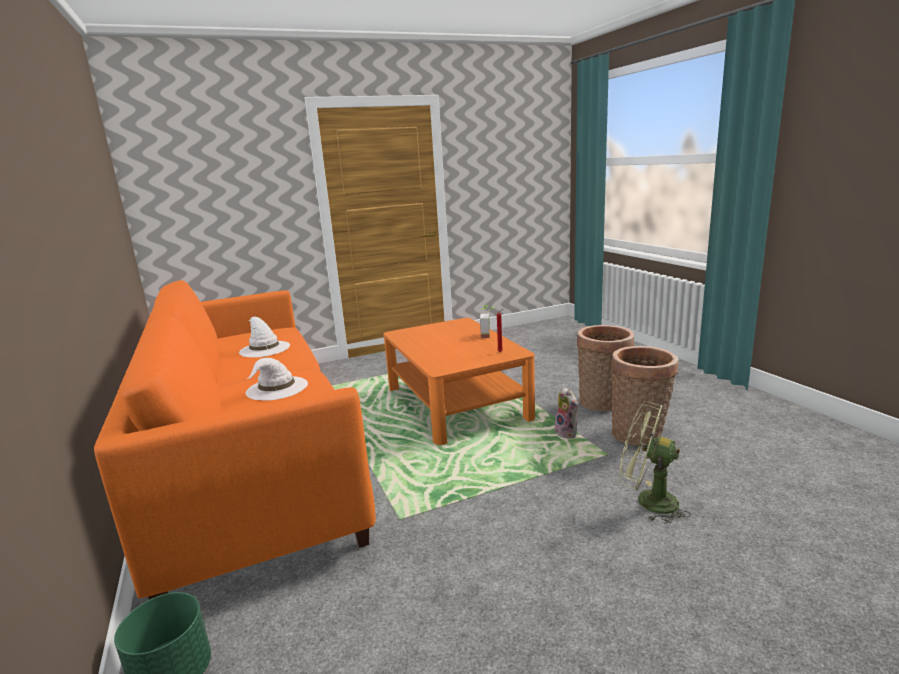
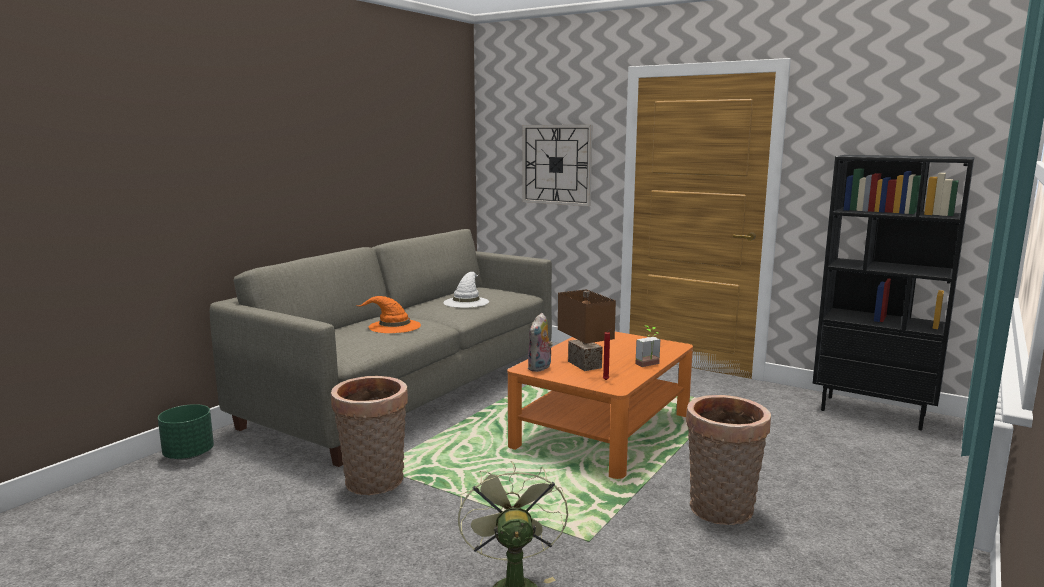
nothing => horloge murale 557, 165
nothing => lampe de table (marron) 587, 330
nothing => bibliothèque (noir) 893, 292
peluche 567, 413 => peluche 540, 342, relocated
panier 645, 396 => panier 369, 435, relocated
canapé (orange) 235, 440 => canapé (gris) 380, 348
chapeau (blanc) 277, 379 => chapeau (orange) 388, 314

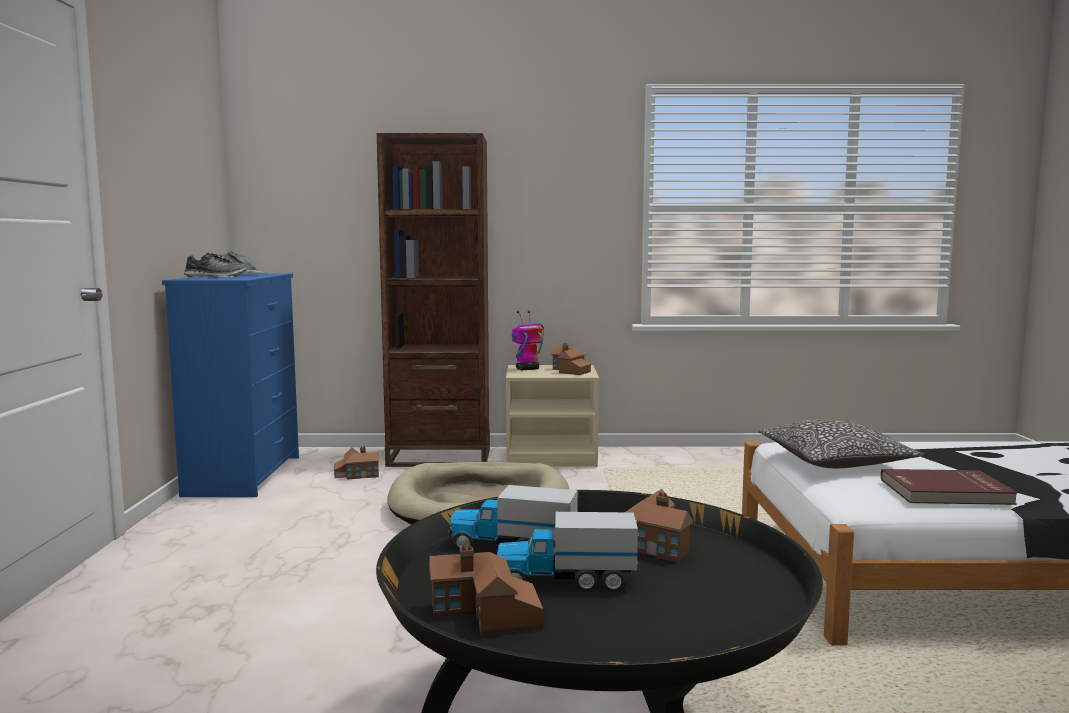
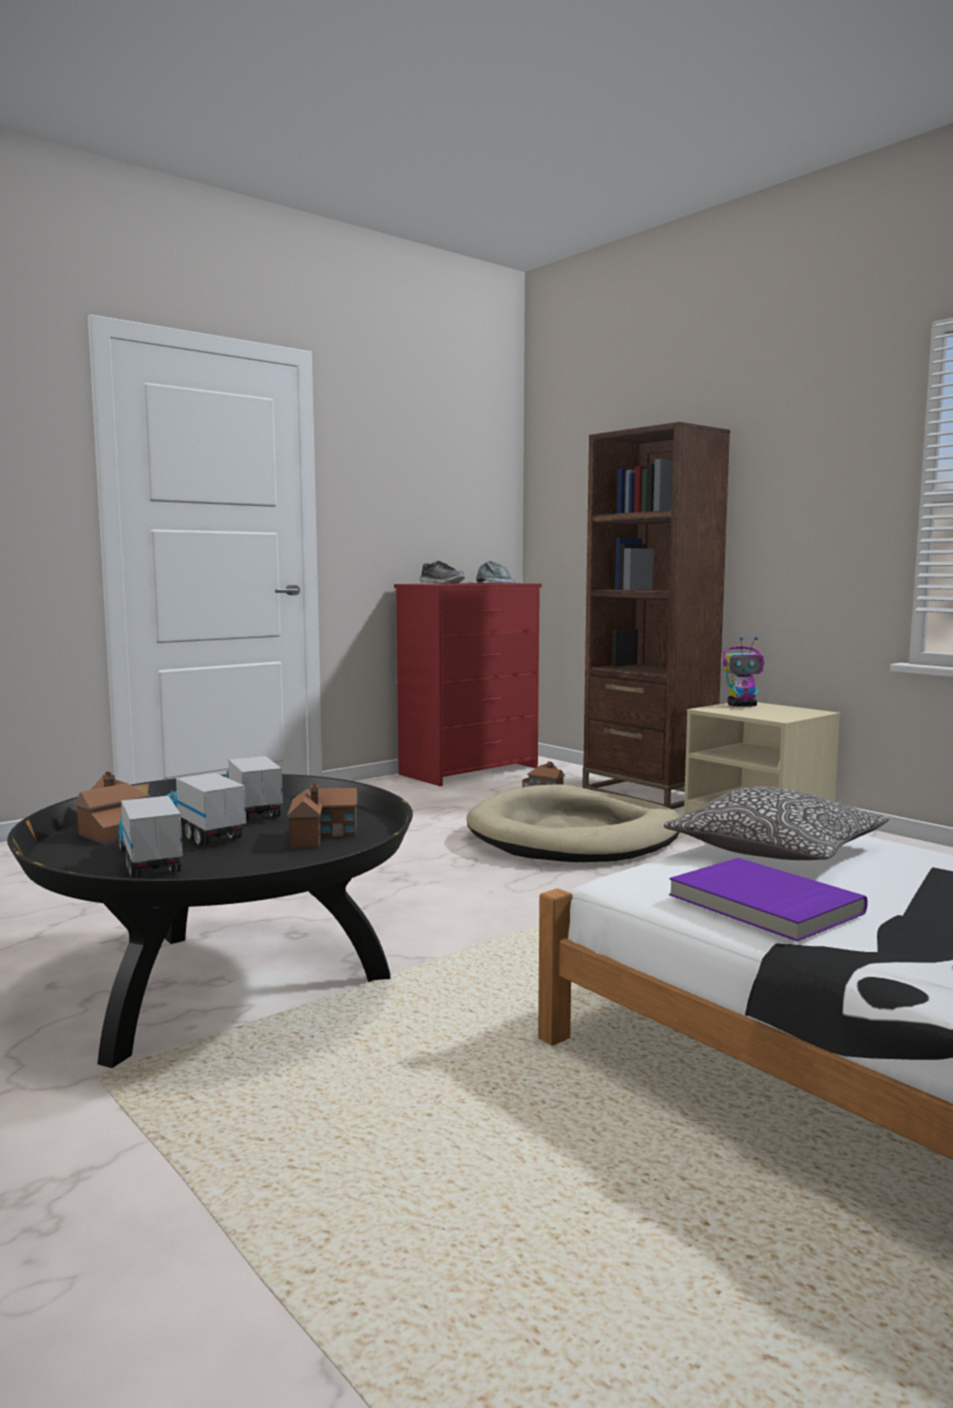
maison miniature 571, 359 => nothing
nothing => camion jouet 150, 837
commode (bleu) 230, 385 => commode (rouge) 468, 684
livre (rouge) 949, 487 => livre (violet) 768, 899
robot jouet 528, 340 => robot jouet 743, 672, 150 degrees clockwise

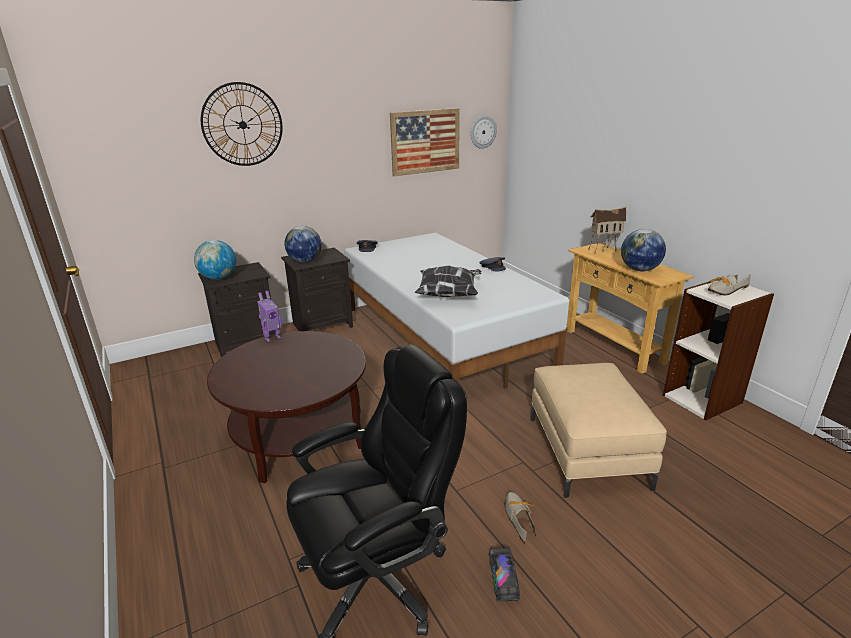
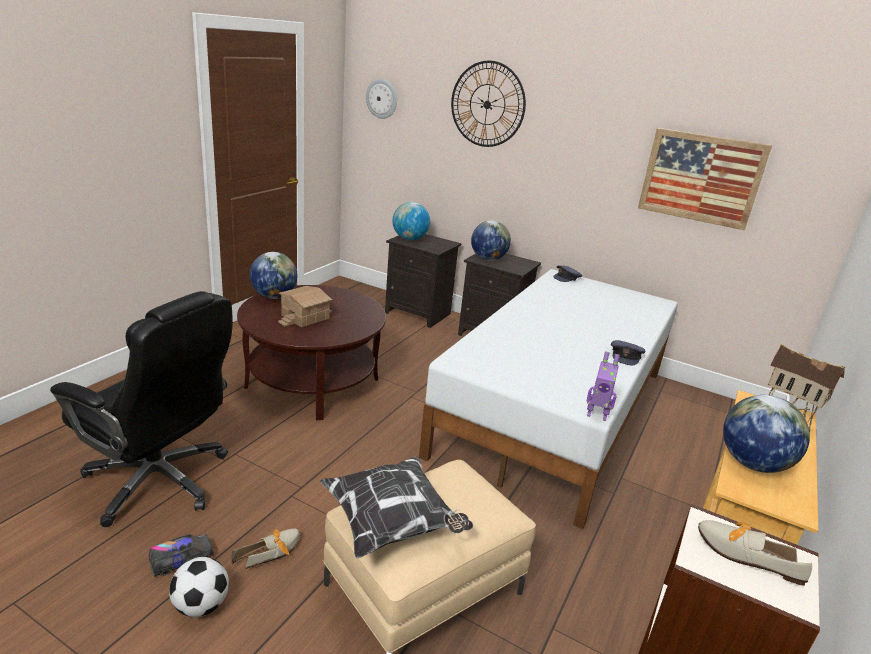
nothing => ballon de foot 199, 587
nothing => globe 273, 275
nothing => maison miniature 305, 306
robot jouet 270, 316 => robot jouet 603, 386, relocated
coussin 448, 281 => coussin 396, 507, relocated
horloge murale 483, 132 => horloge murale 381, 99, relocated

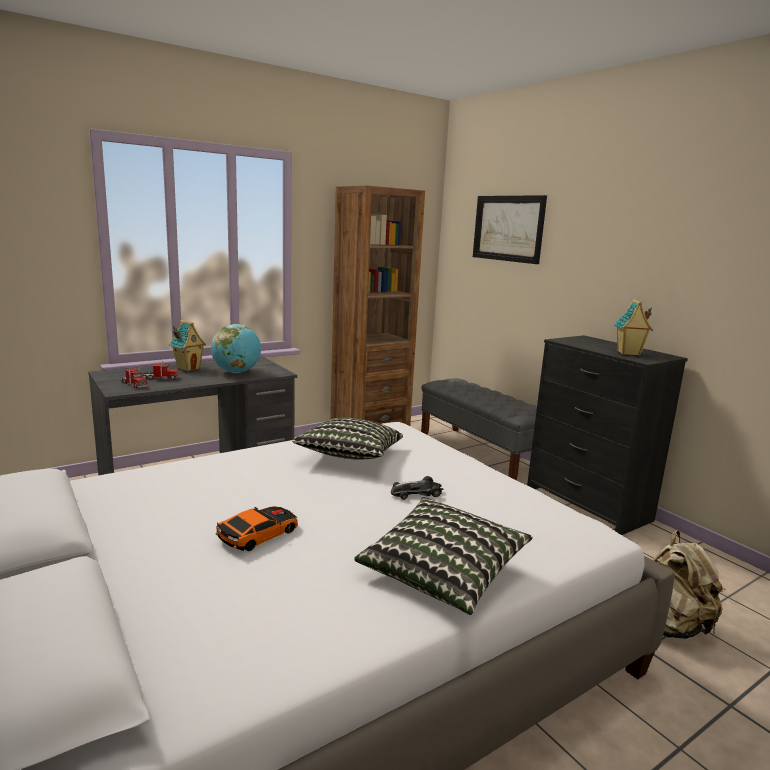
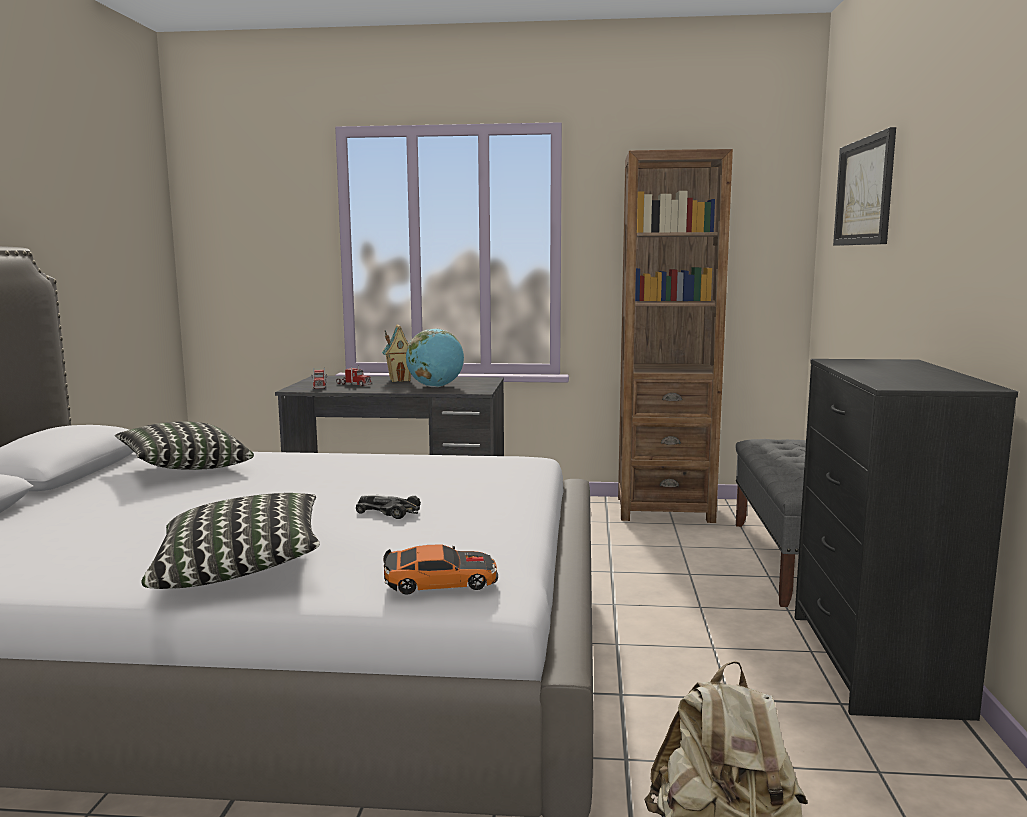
maison miniature 633, 327 => nothing
petite voiture 257, 528 => petite voiture 440, 569, relocated
coussin 347, 438 => coussin 184, 445, relocated

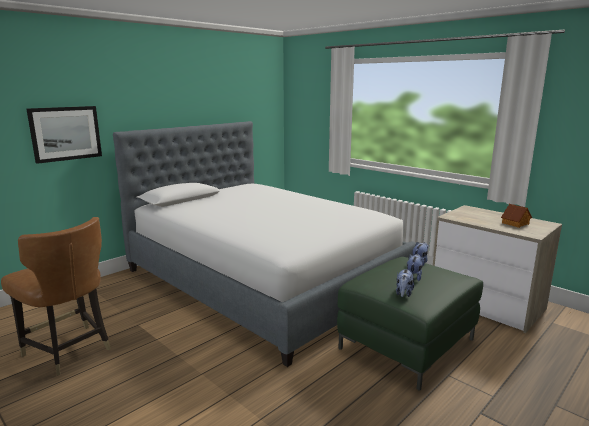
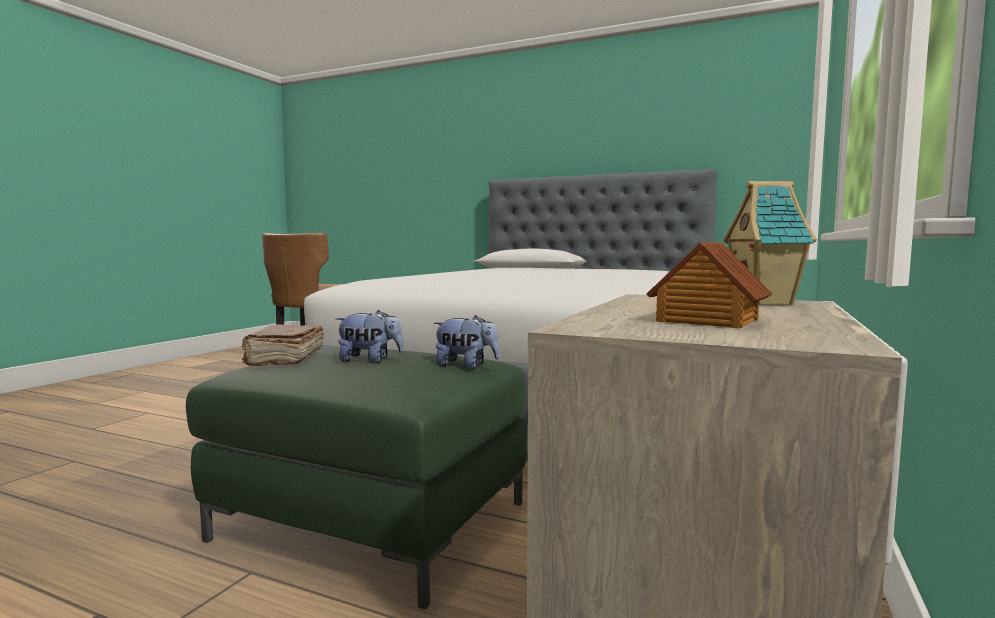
tableau 64, 135 => nothing
nothing => maison miniature 770, 243
peluche 405, 282 => livre (marron) 283, 345

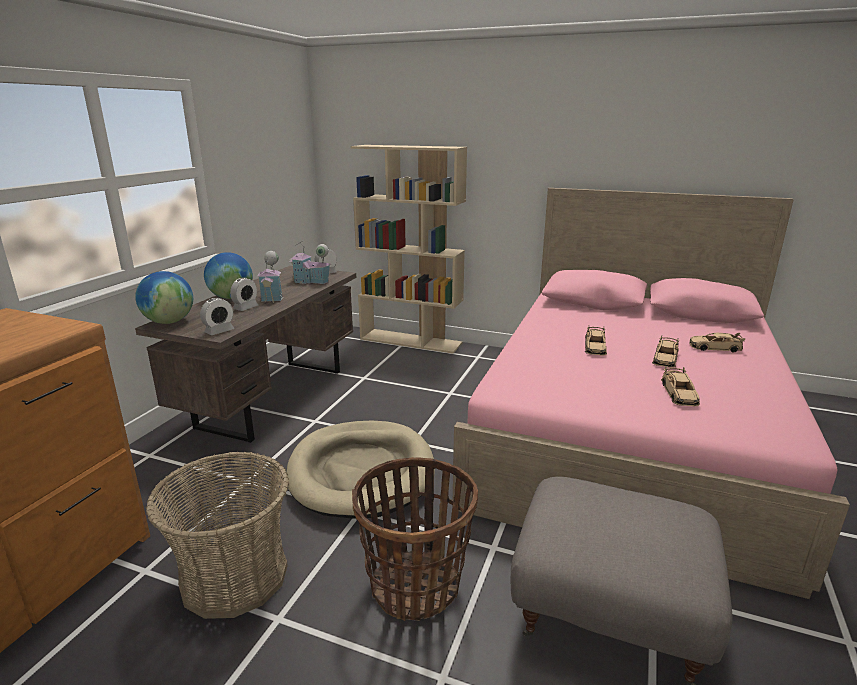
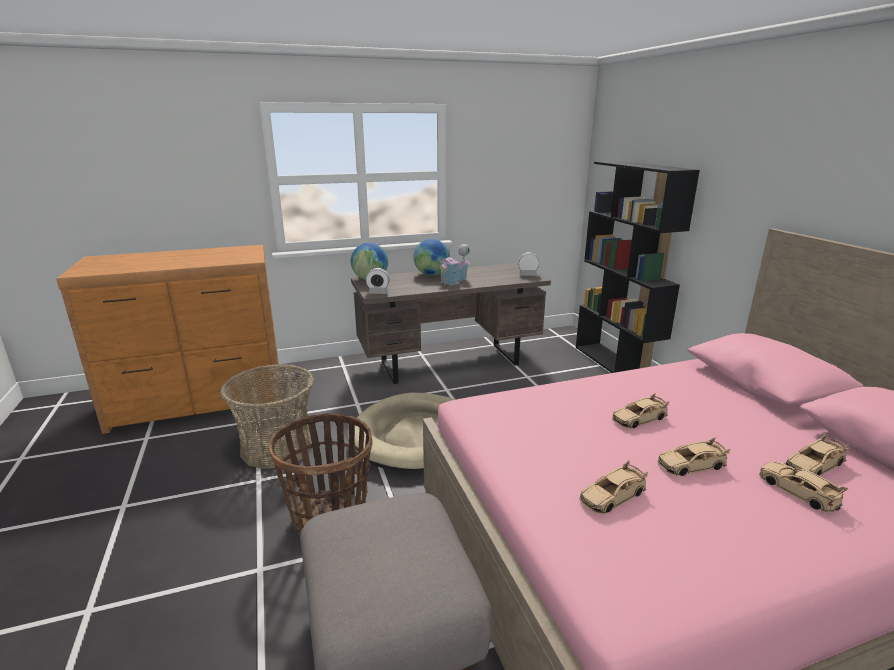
réveil 244, 294 => nothing
maison miniature 310, 262 => nothing
nothing => petite voiture (beige) 817, 455
bibliothèque (beige) 409, 249 => bibliothèque (noir) 638, 267

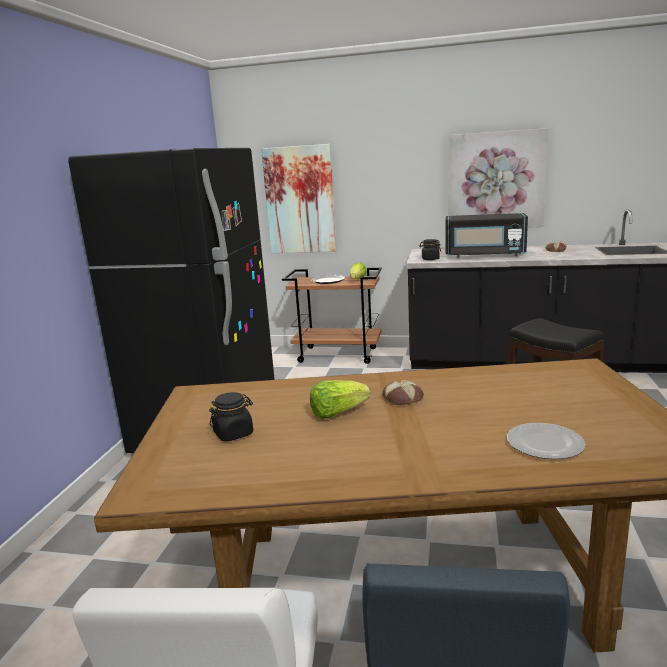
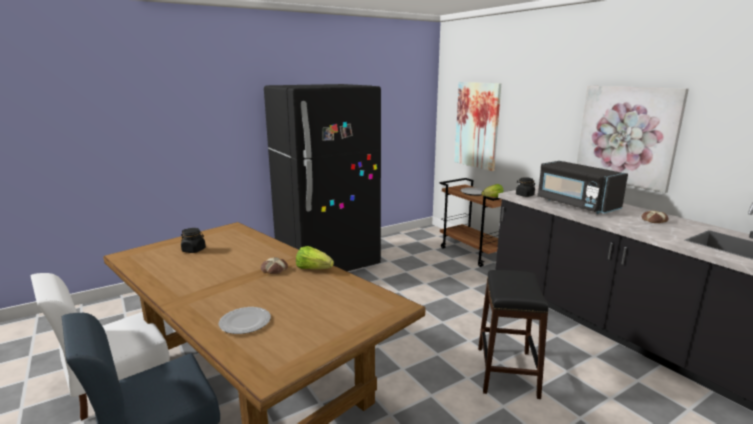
laitue 340, 399 => laitue 315, 257, relocated

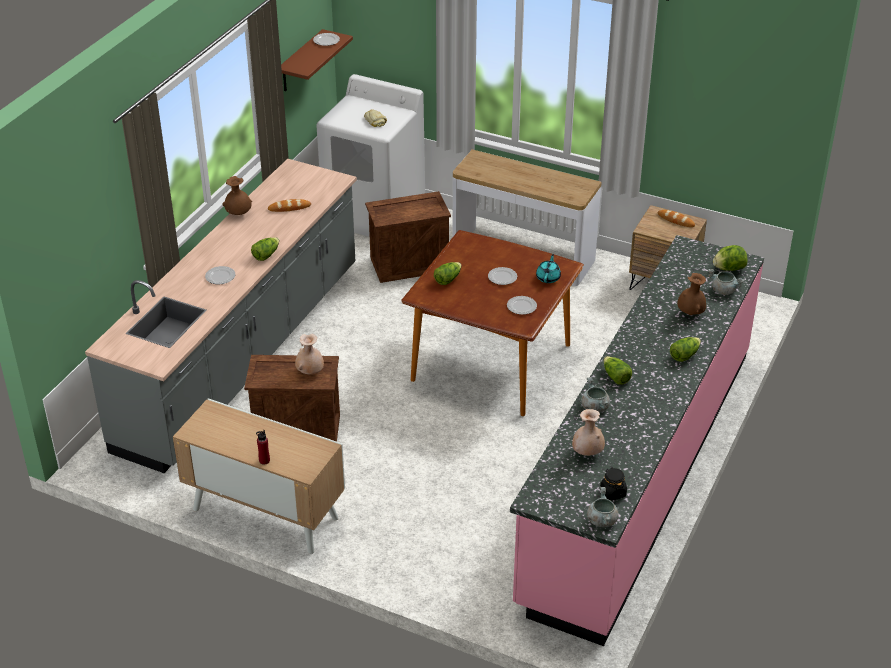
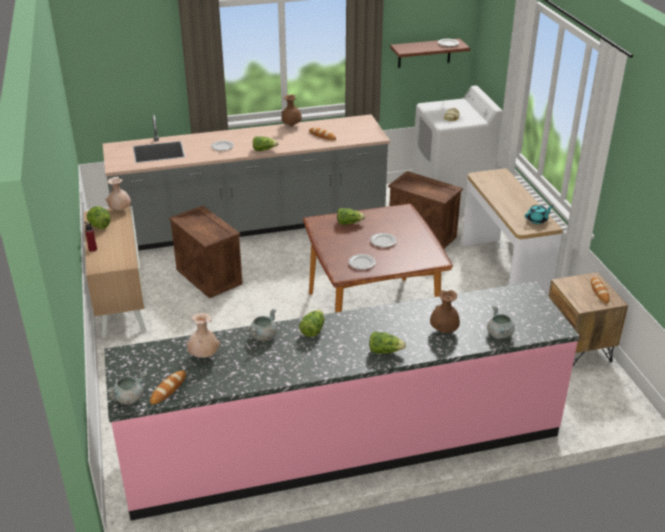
vase (beige) 309, 354 => vase (beige) 118, 194, relocated
théière (turquoise) 548, 268 => théière (turquoise) 539, 214, relocated
laitue 730, 258 => laitue 99, 217, relocated
bocal (noir) 613, 484 => pain 168, 387

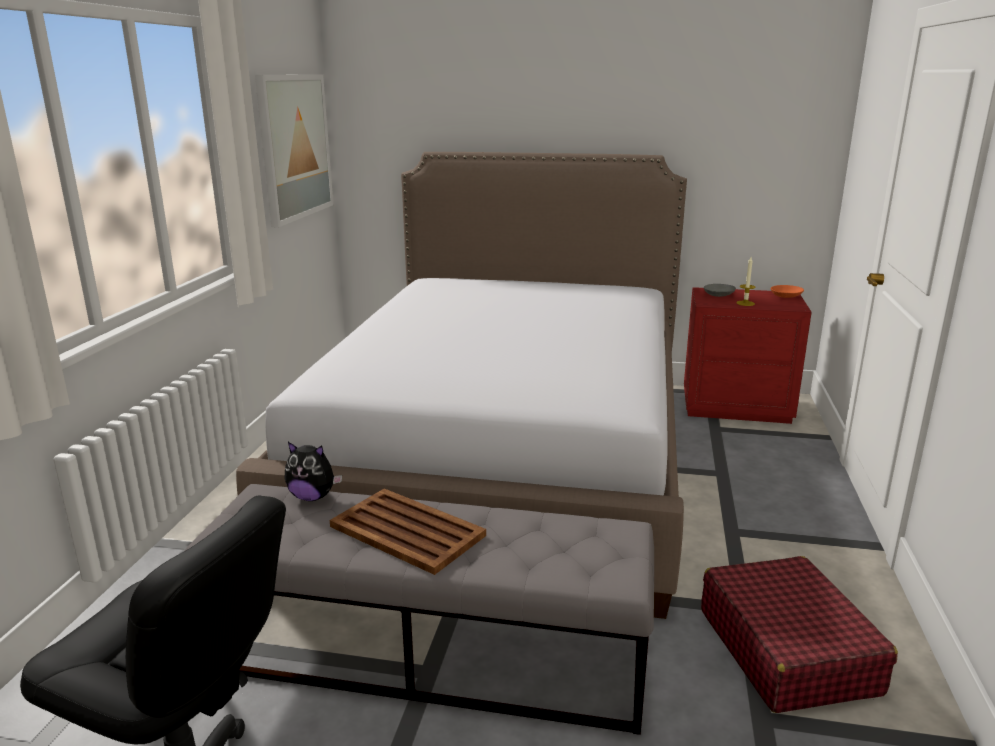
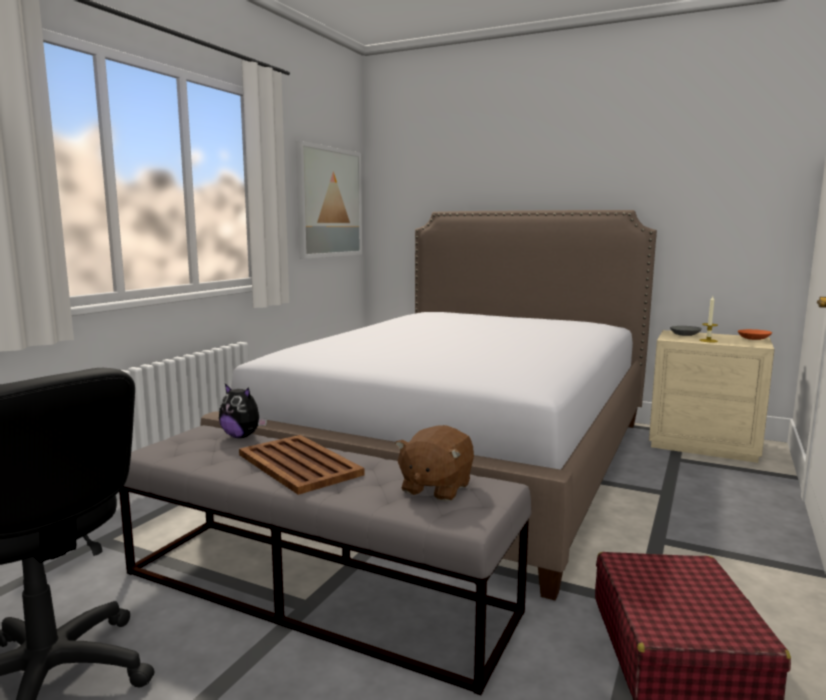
nothing => peluche (marron) 434, 463
table de chevet (rouge) 748, 355 => table de chevet (beige) 711, 396

